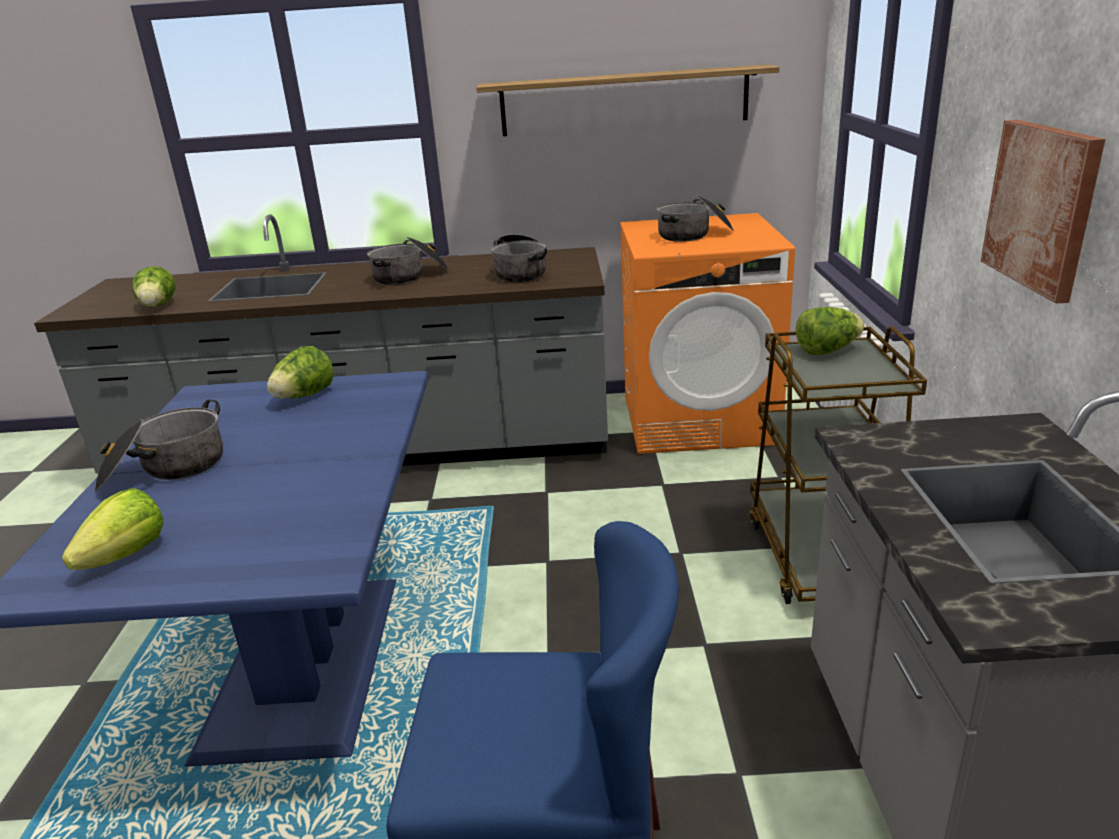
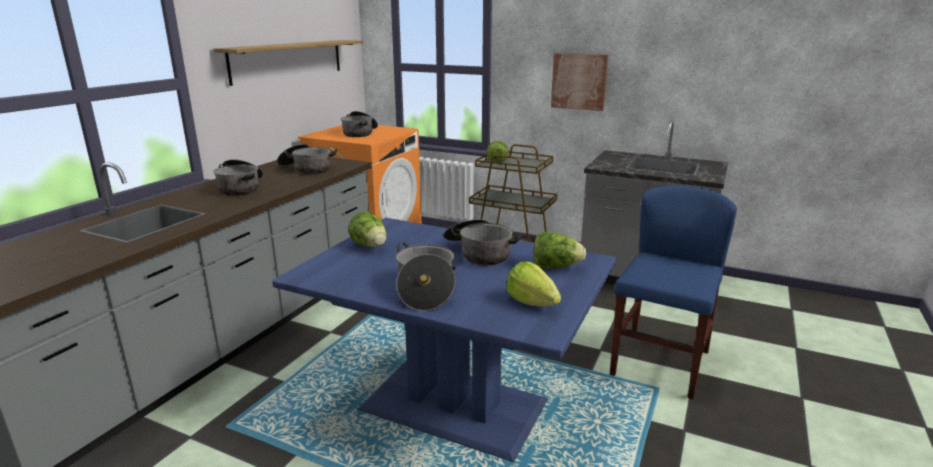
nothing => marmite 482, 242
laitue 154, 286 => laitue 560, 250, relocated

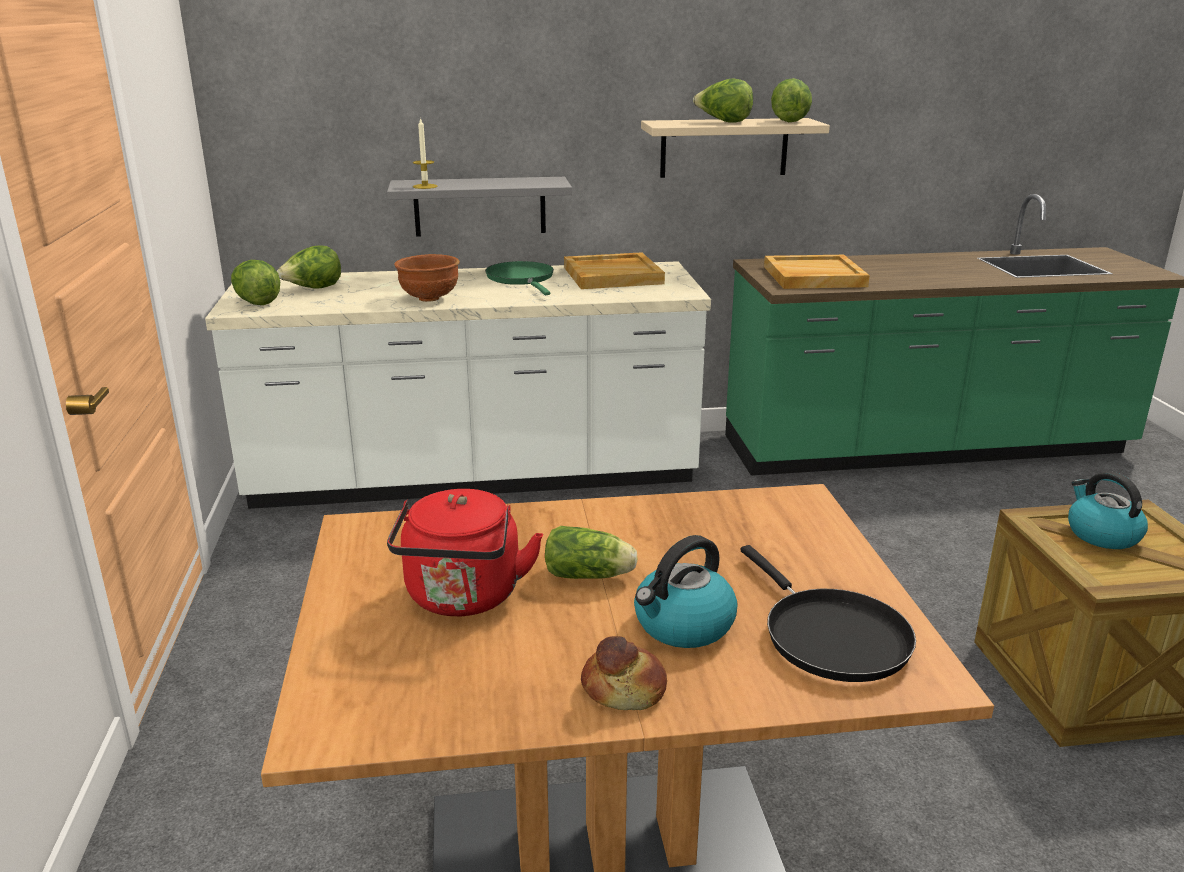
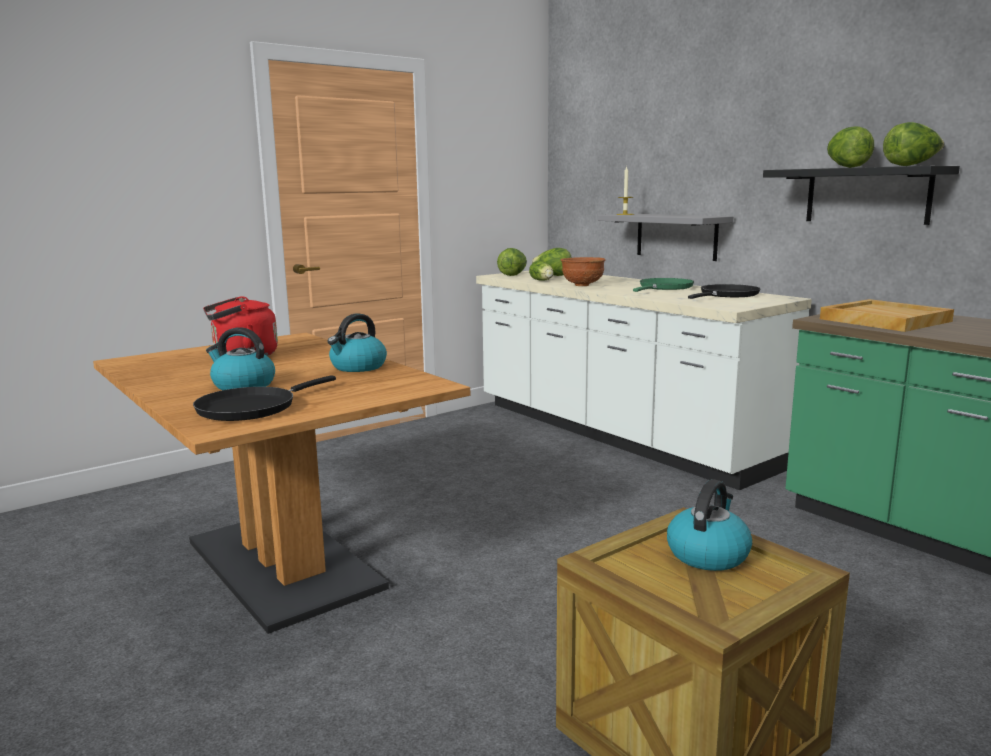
pain 624, 673 => nothing
nothing => bouilloire 357, 342
laitue 591, 552 => laitue 541, 271, relocated
plateau (beige) 614, 270 => poêle (noir) 724, 291
étagère (beige) 735, 148 => étagère (noir) 861, 195

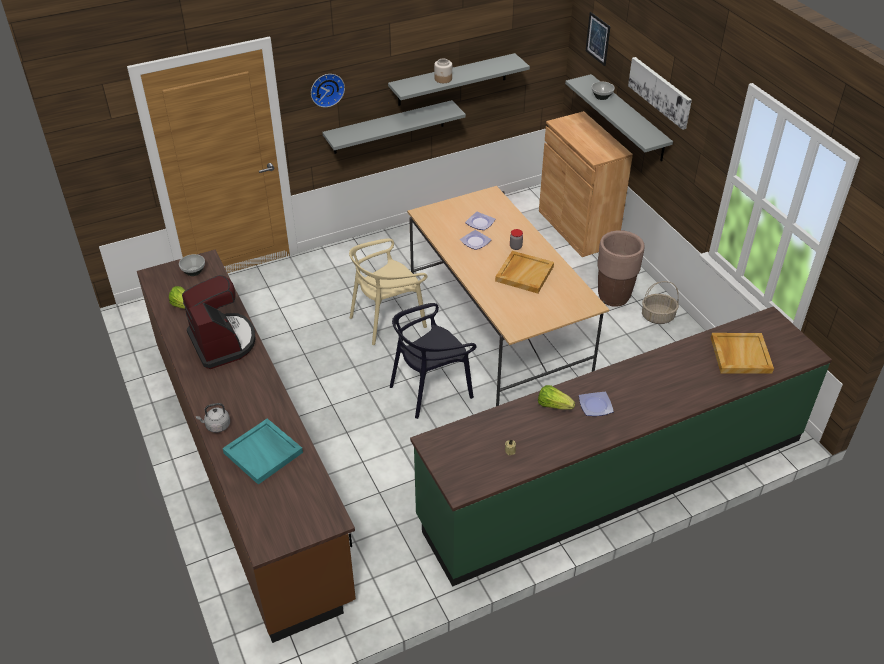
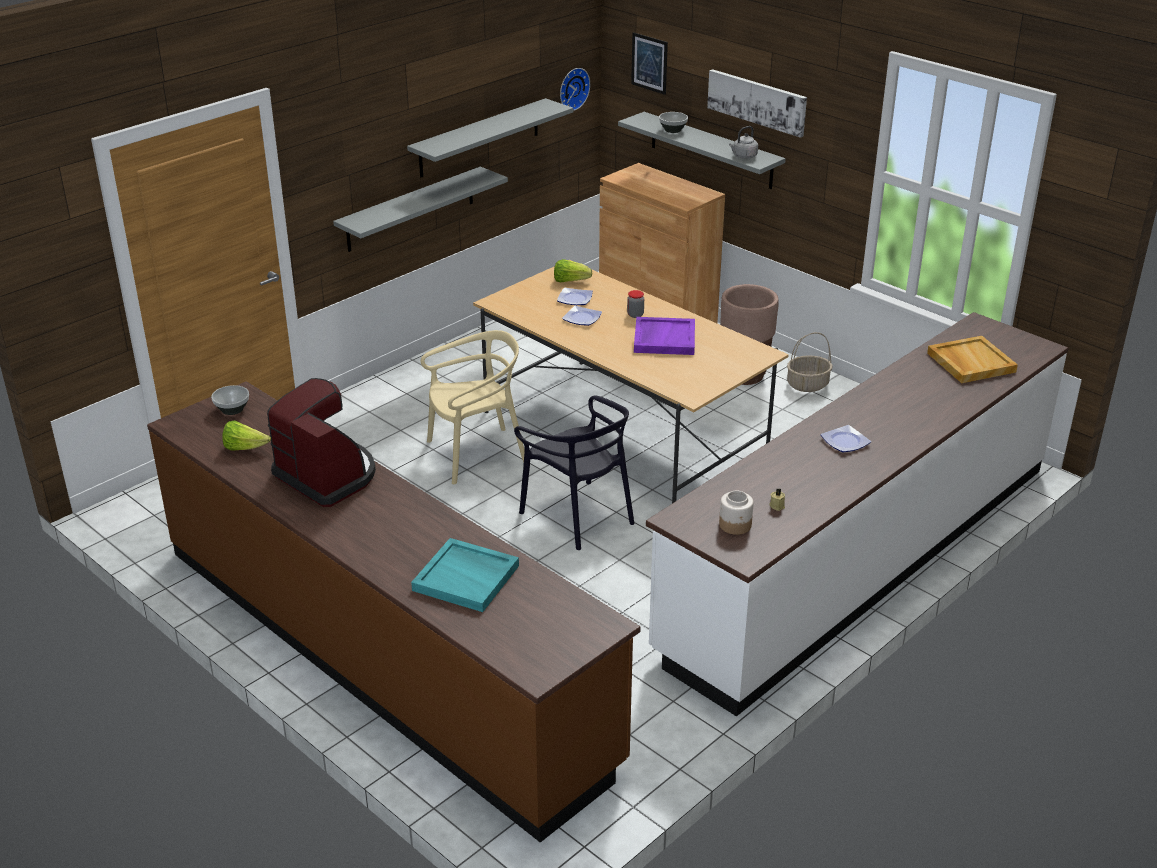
bouilloire (gris) 213, 418 => bouilloire (gris) 743, 142, relocated
horloge murale 328, 90 => horloge murale 575, 89, relocated
bocal 443, 71 => bocal 736, 512, relocated
laitue 556, 397 => laitue 573, 270, relocated
comptoir de cuisine (vert) 621, 446 => comptoir de cuisine (blanc) 857, 514
plateau (beige) 524, 272 => plateau (violet) 664, 336
chaise (beige) 388, 292 => chaise (beige) 473, 407, 150 degrees counterclockwise
chaise (noir) 433, 361 => chaise (noir) 574, 473, 75 degrees counterclockwise

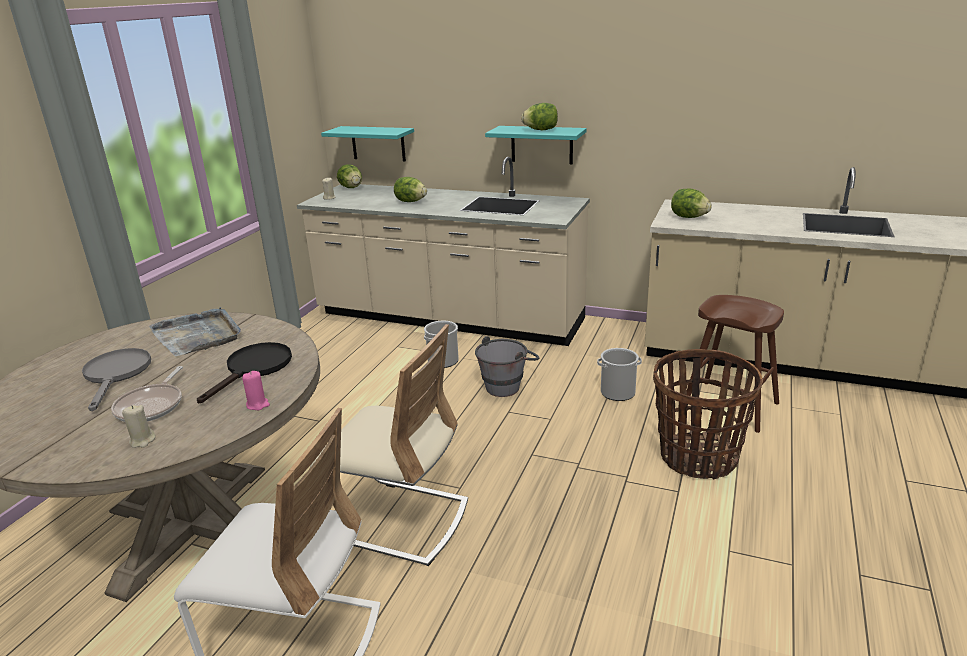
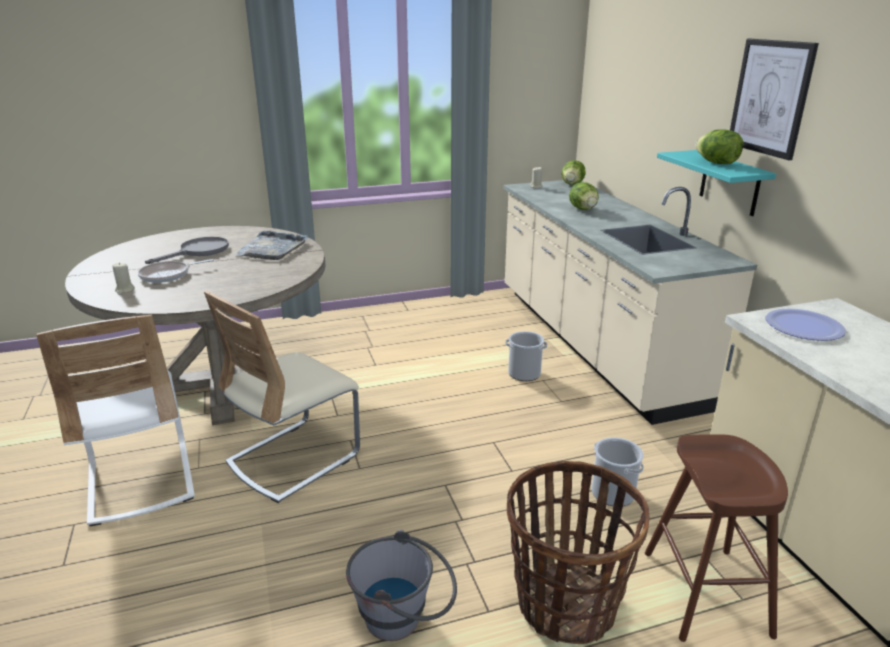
poêle (noir) 244, 372 => nothing
bougie (rose) 256, 390 => nothing
étagère (turquoise) 367, 143 => nothing
nothing => tableau 774, 99
seau (gris) 507, 366 => seau (gris) 401, 585, relocated
laitue 691, 203 => assiette 806, 325
chaise (beige) 389, 445 => chaise (beige) 282, 397, 60 degrees clockwise

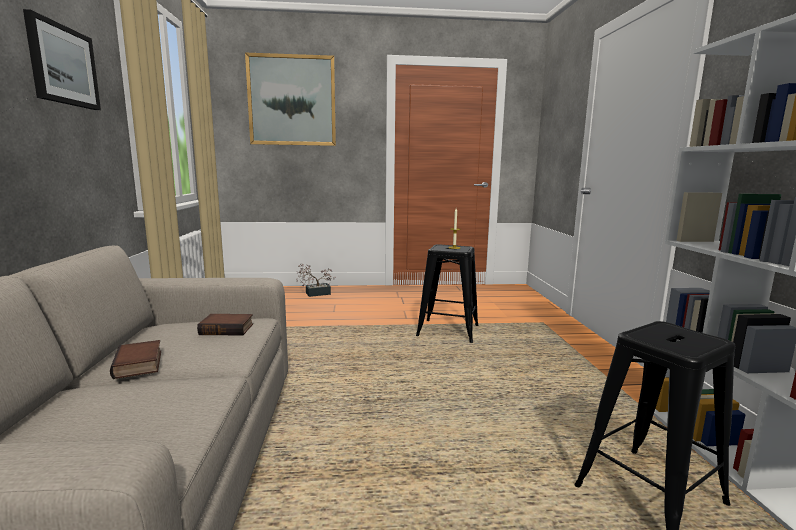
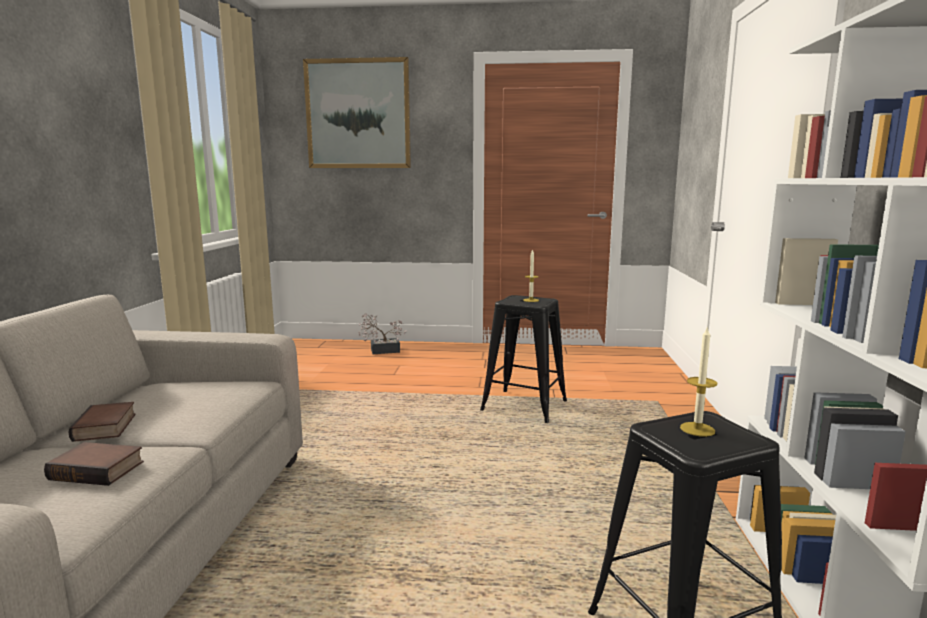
tableau 62, 59 => nothing
nothing => bougie 698, 381
livre 225, 324 => livre 94, 464, relocated

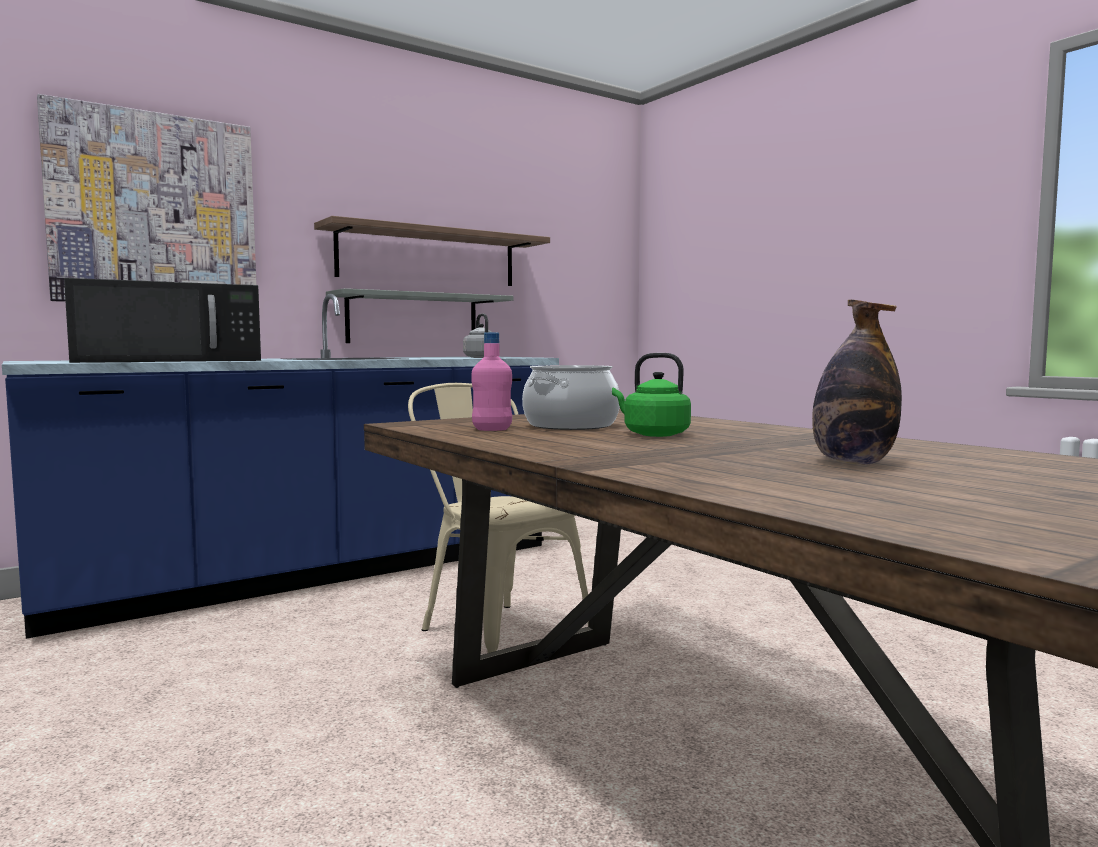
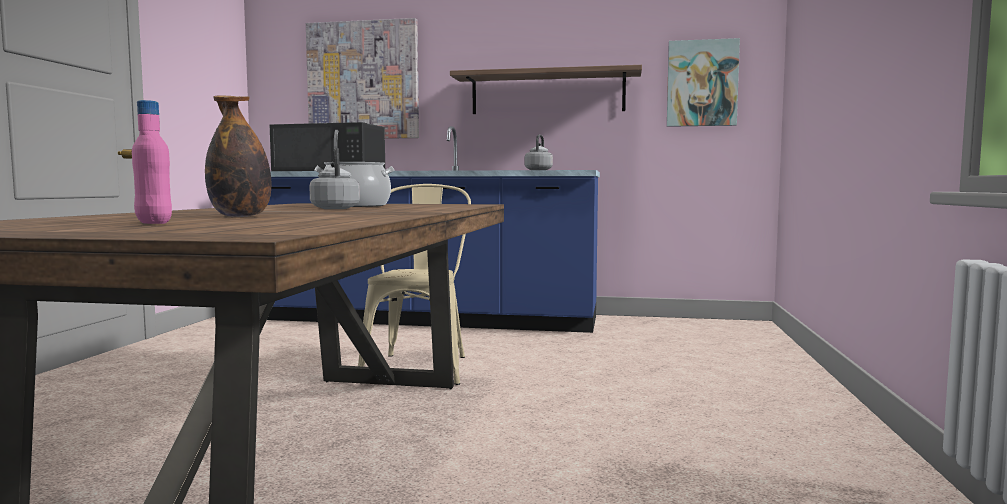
étagère (gris) 419, 315 => nothing
nothing => tableau 703, 82
bouteille (rose) 492, 381 => bouteille (rose) 152, 162, relocated
bouilloire (vert) 651, 395 => bouilloire (gris) 334, 178

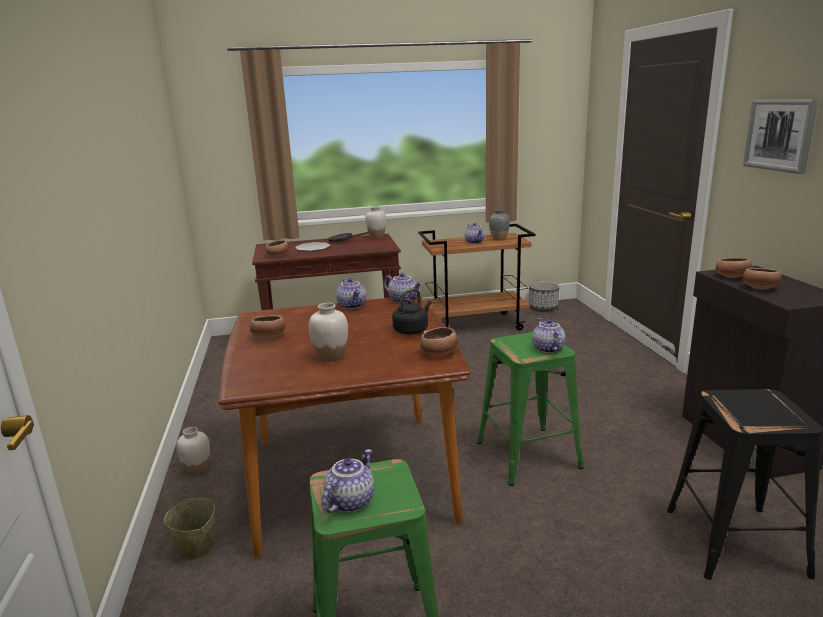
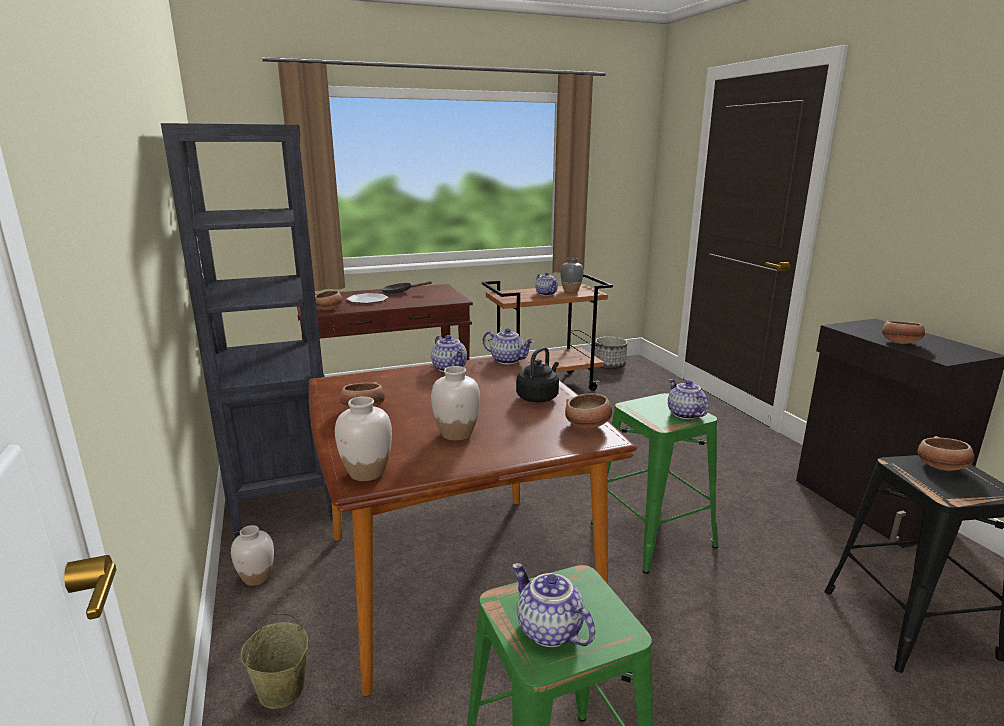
tableau 780, 136 => nothing
nothing => bibliothèque (noir) 247, 330
vase (blanc) 375, 222 => vase (blanc) 363, 438, relocated
bol 734, 267 => bol 946, 453, relocated
théière 348, 481 => théière 553, 605, 60 degrees counterclockwise

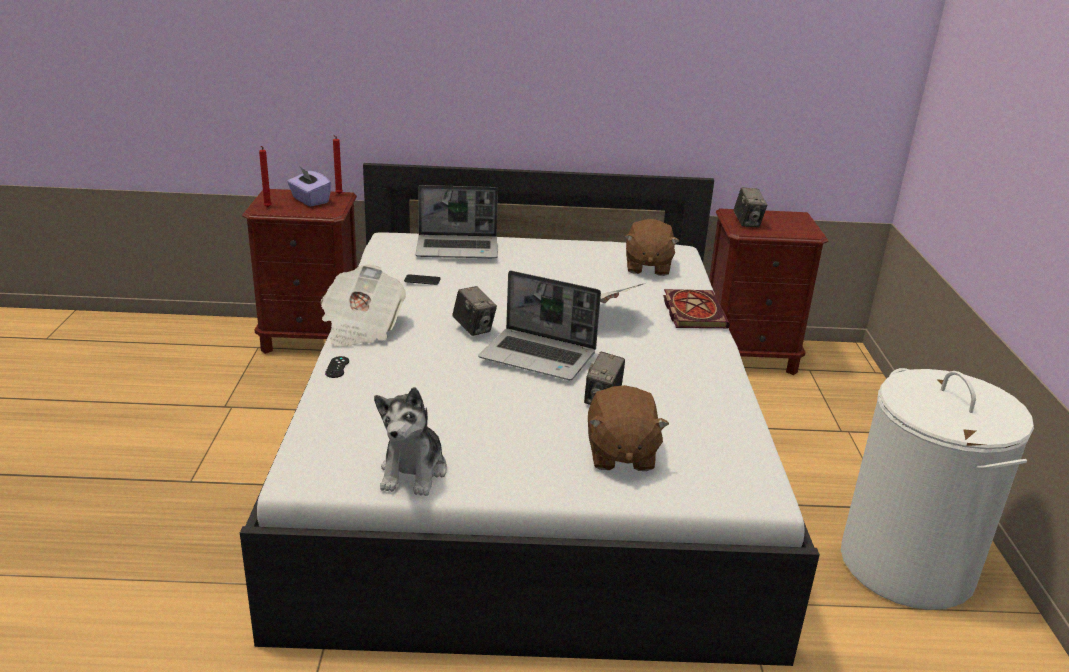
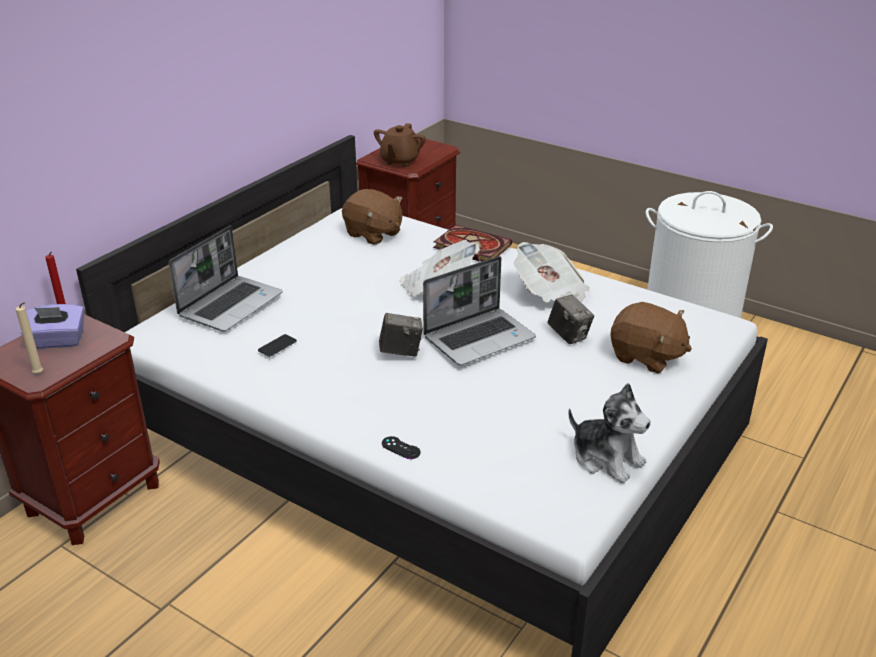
journal 363, 306 => journal 552, 272, relocated
appareil photo 750, 207 => théière (marron) 400, 145
bougie (rouge) 265, 176 => bougie (beige) 29, 338

